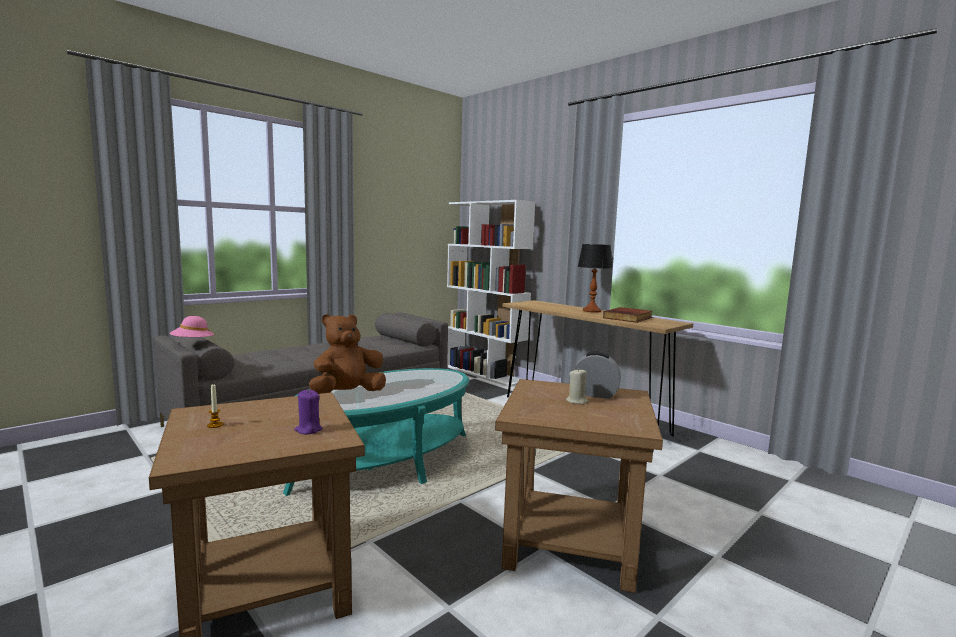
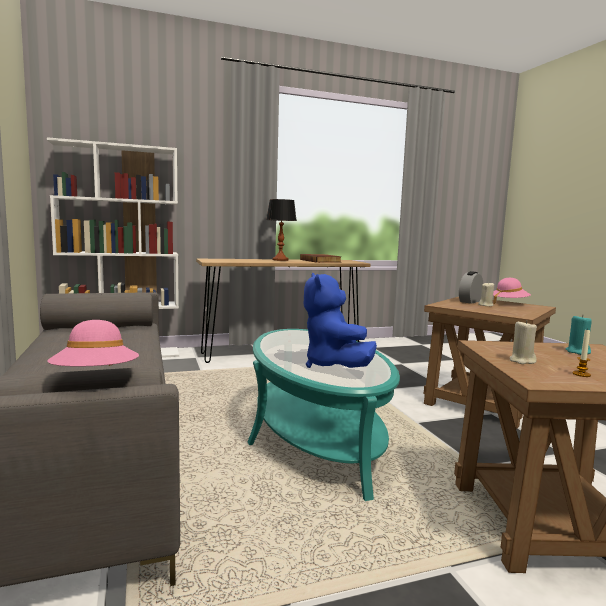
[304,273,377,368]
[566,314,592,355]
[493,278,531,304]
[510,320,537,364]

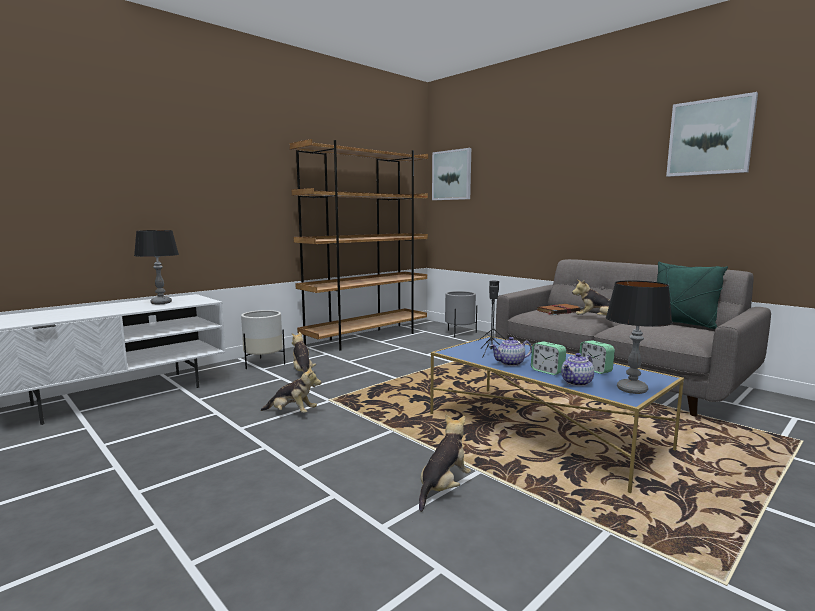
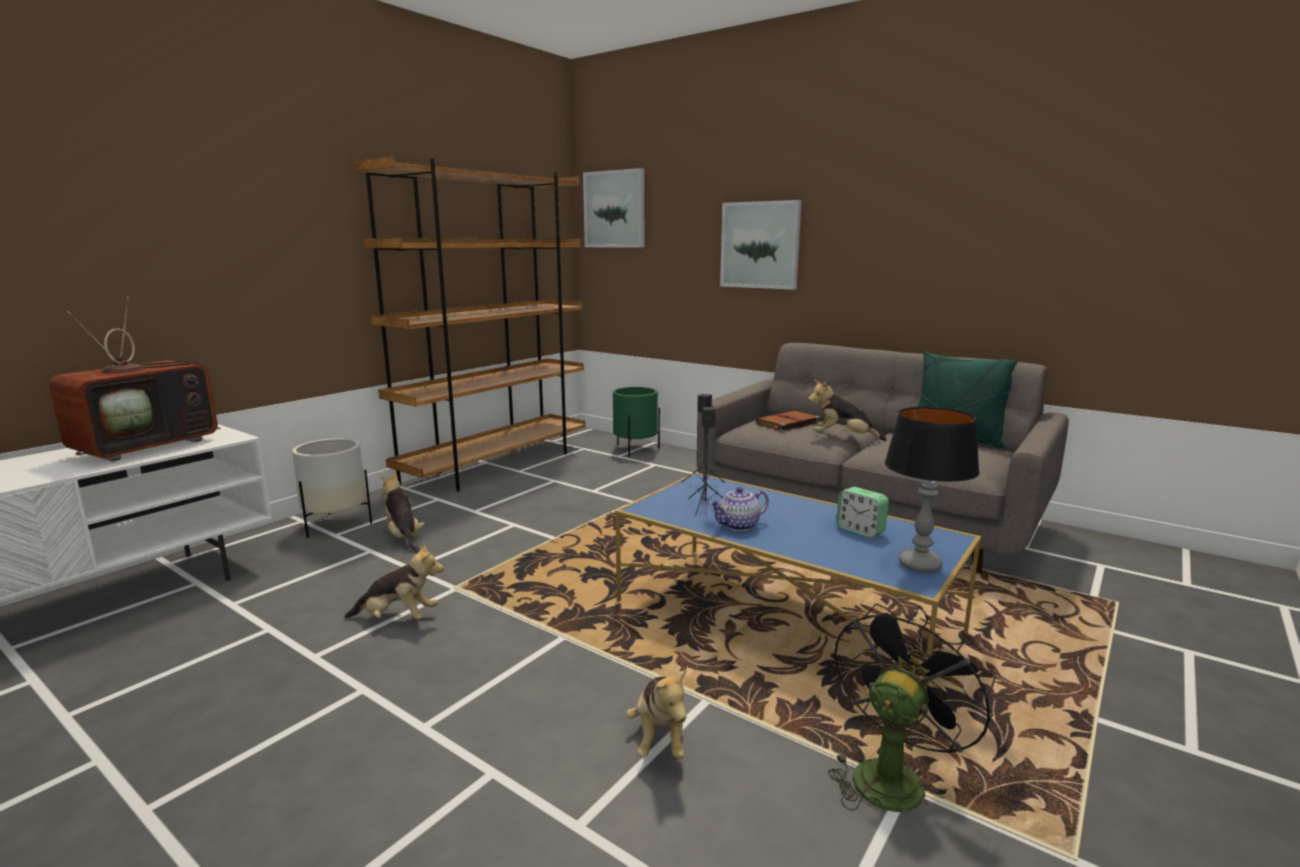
[720,200,802,290]
[49,296,221,461]
[613,387,660,457]
[531,341,566,375] (first image)
[561,353,594,386] (first image)
[626,670,687,759]
[828,603,995,812]

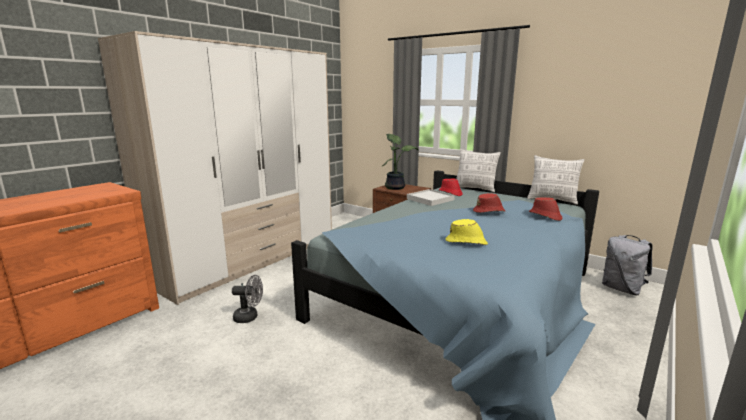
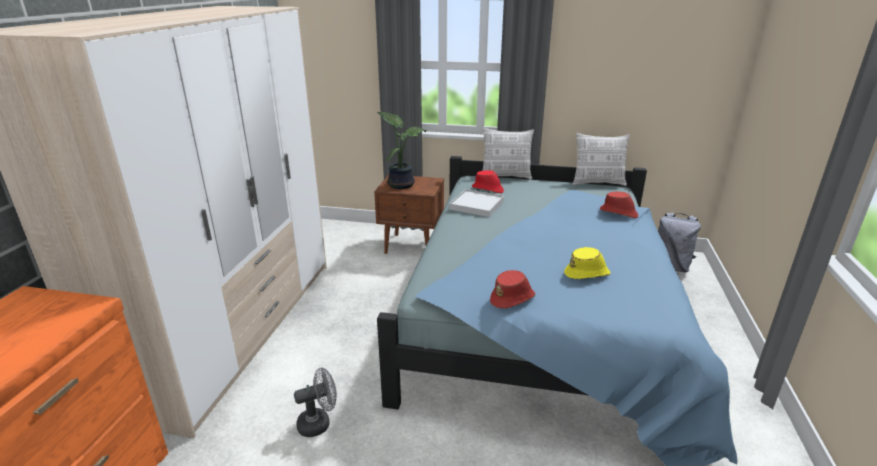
[490,270,535,308]

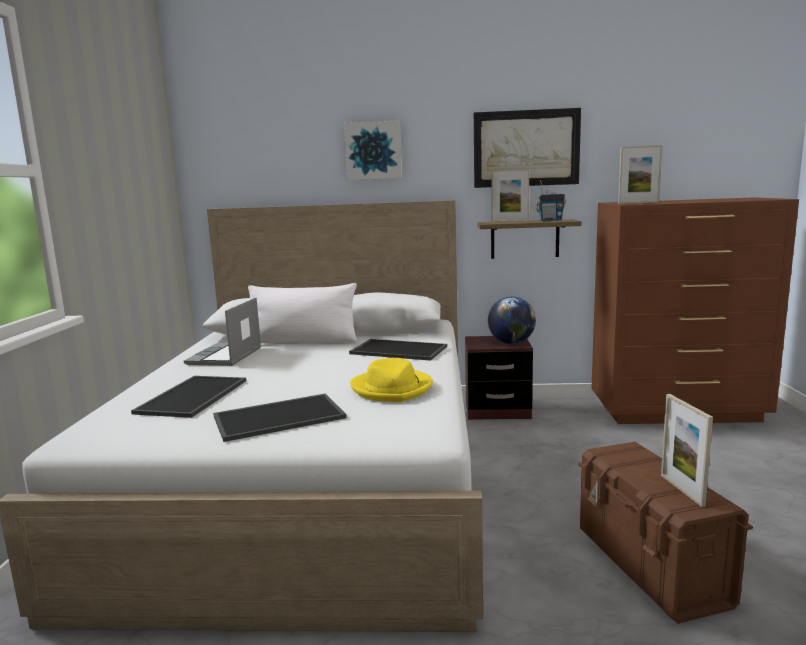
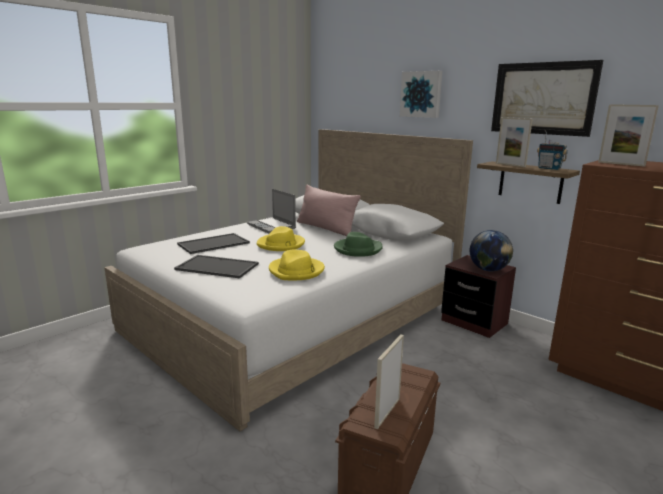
[297,185,361,237]
[247,189,296,234]
[334,232,383,257]
[257,226,305,251]

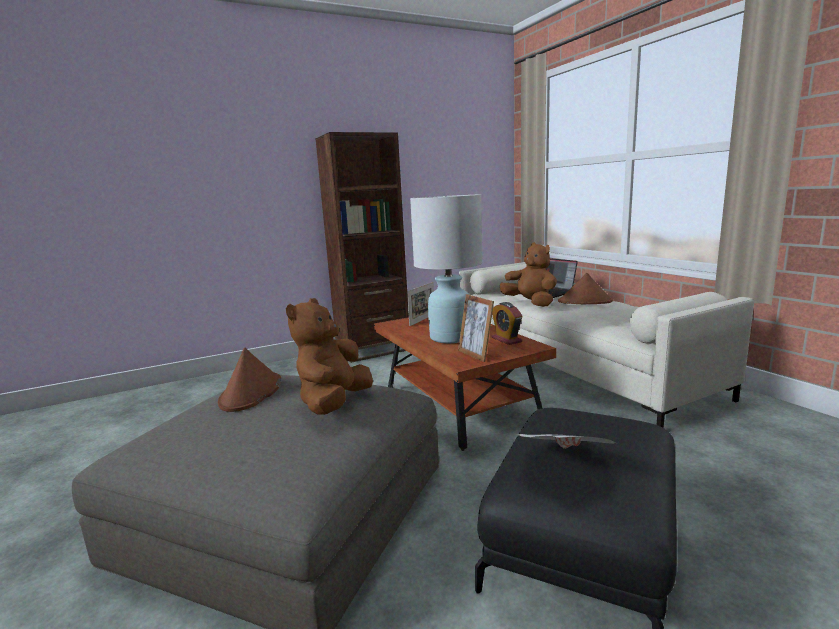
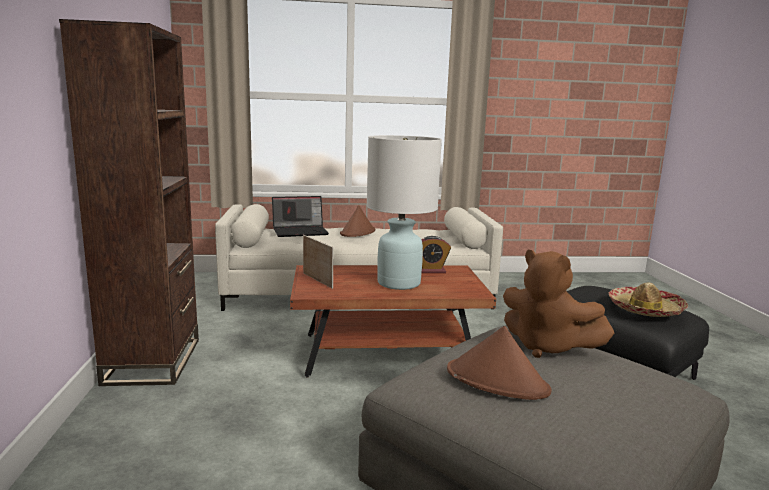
[500,242,557,307] (first image)
[458,294,494,362] (first image)
[609,282,688,317]

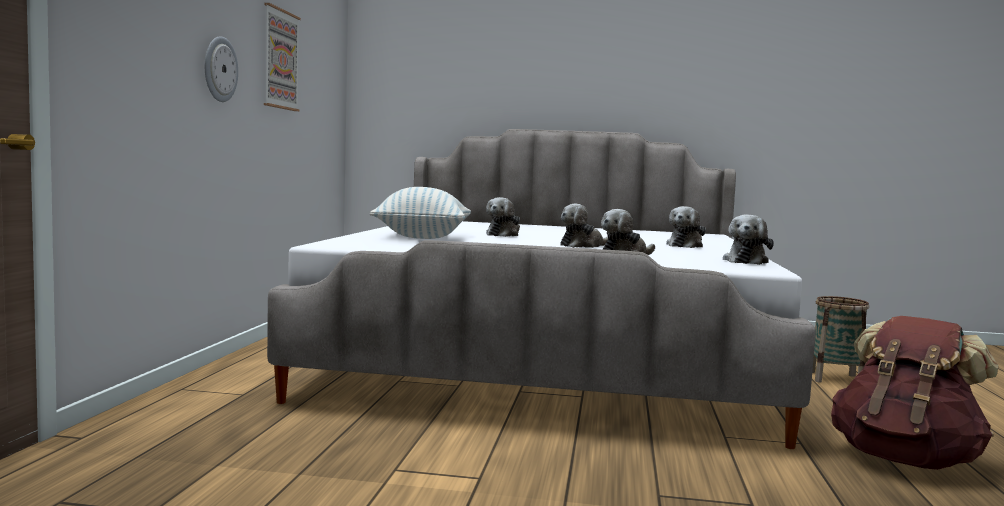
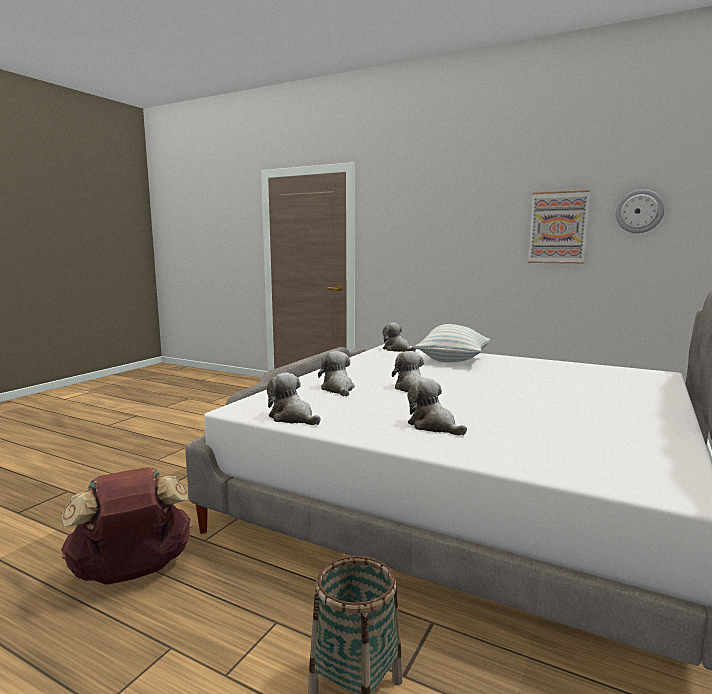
[616,189,664,233]
[382,323,416,352]

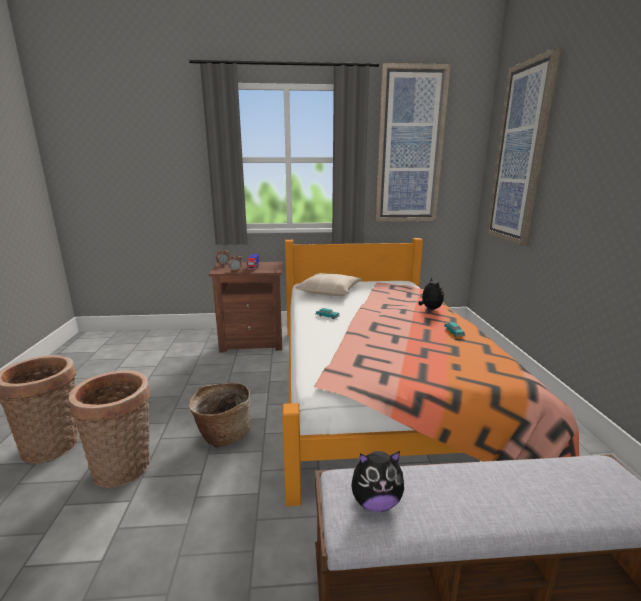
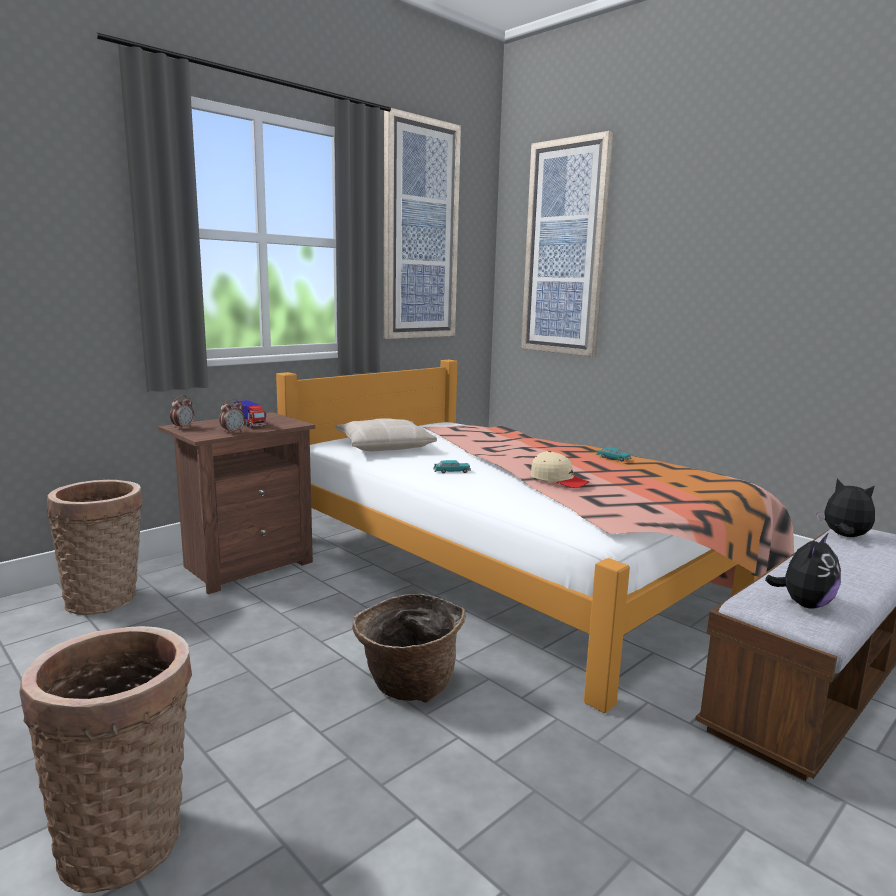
[817,479,875,537]
[47,480,143,615]
[531,451,589,488]

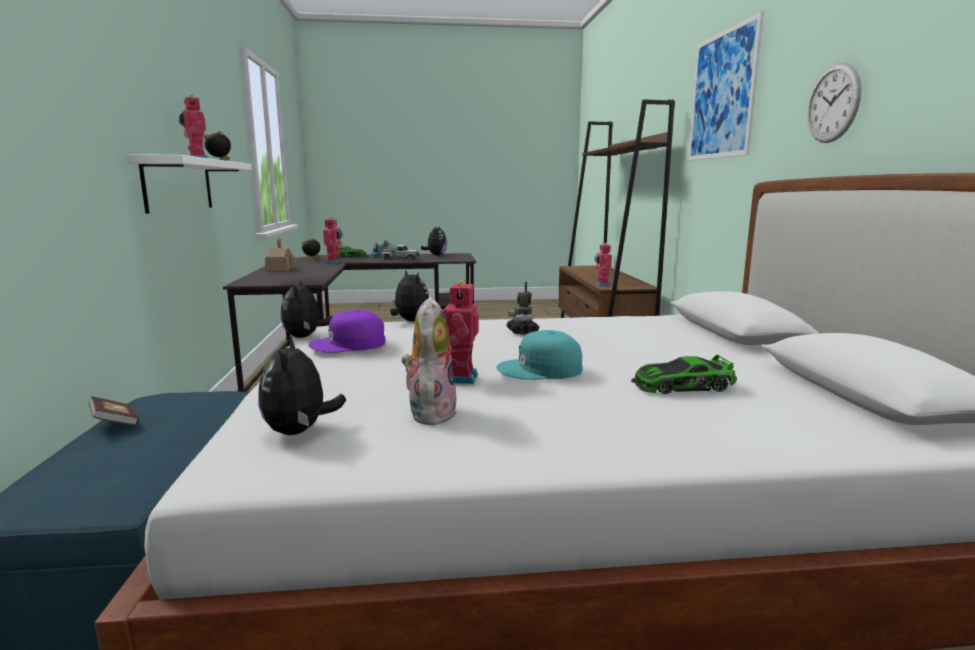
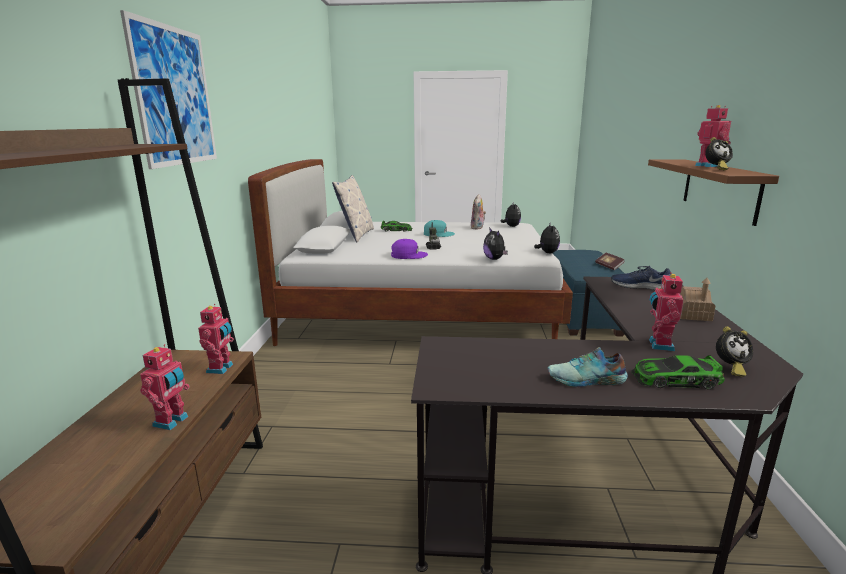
[807,63,862,143] (first image)
[648,159,779,226]
[421,225,447,255] (first image)
[379,245,419,260] (first image)
[140,344,190,430]
[391,239,428,259]
[332,175,374,242]
[611,266,671,290]

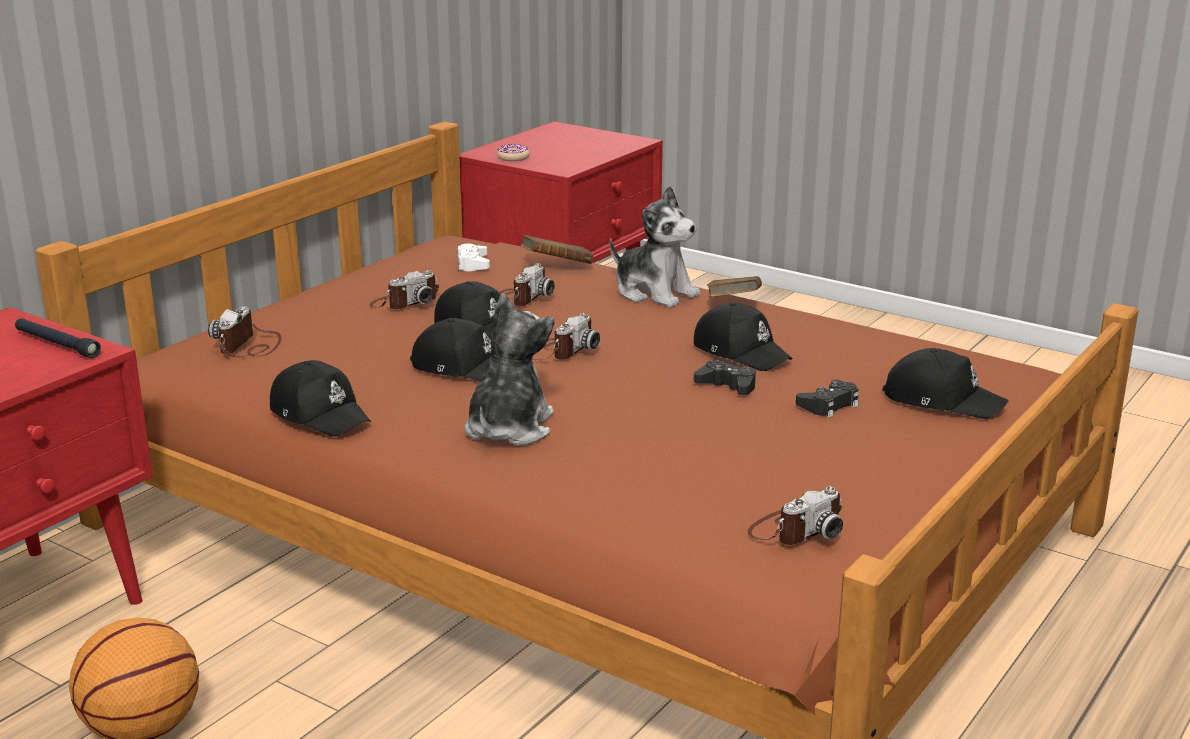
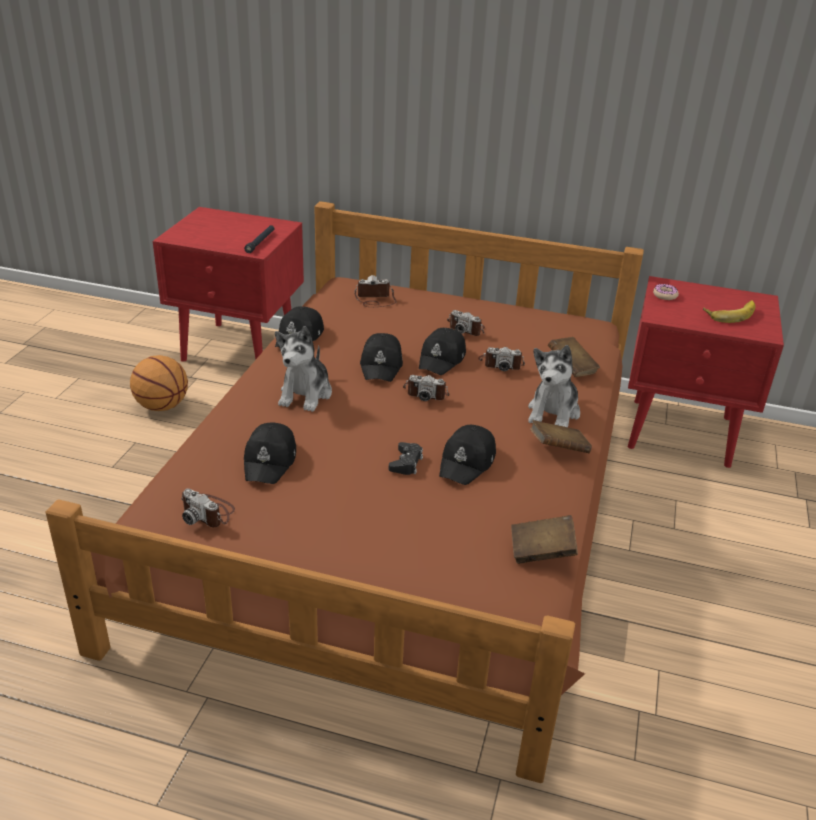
[457,244,490,271] (first image)
[275,326,332,412]
[244,423,296,484]
[796,380,859,418] (first image)
[703,300,755,323]
[511,515,578,564]

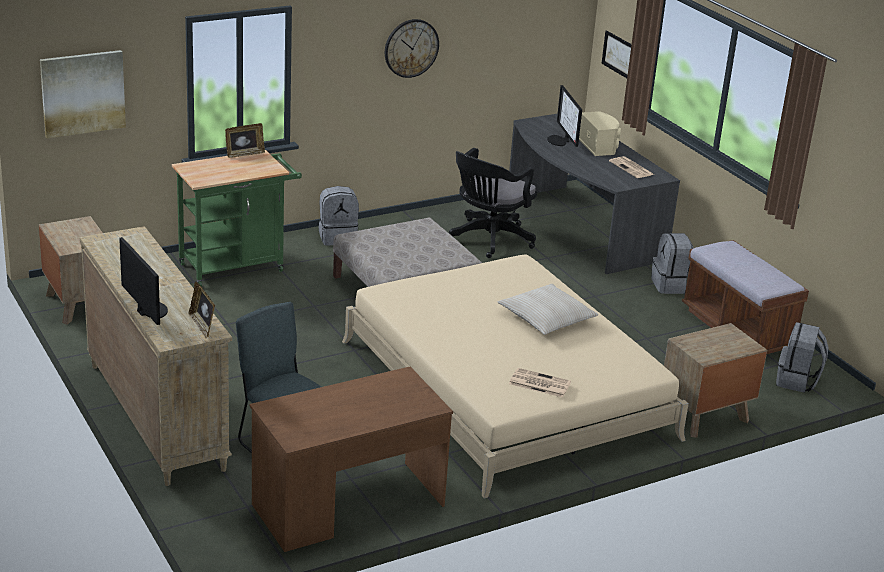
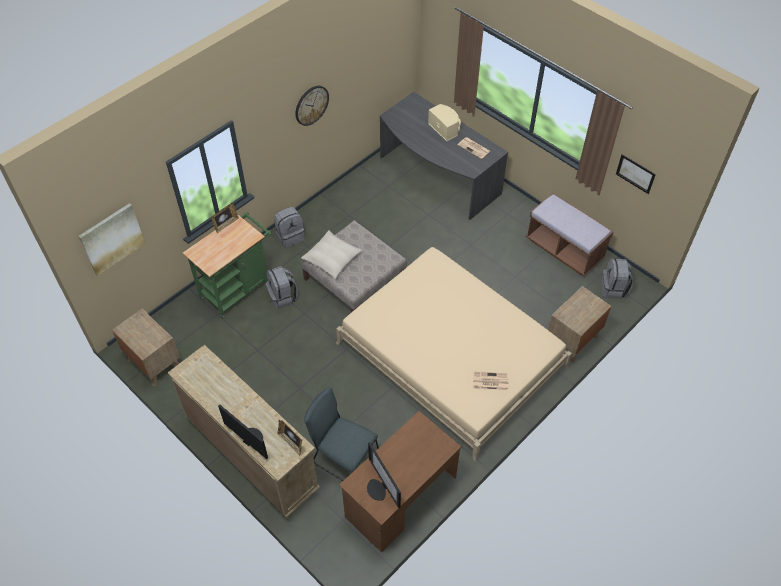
[616,154,656,194]
[367,442,401,508]
[449,148,537,258] (first image)
[265,266,297,309]
[301,230,362,279]

